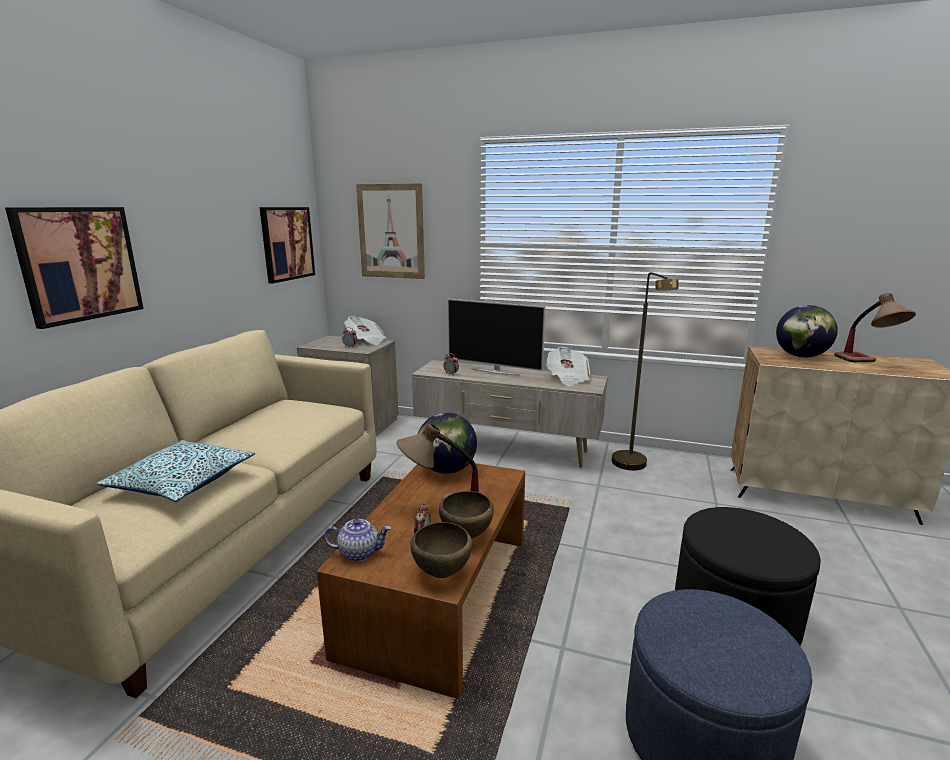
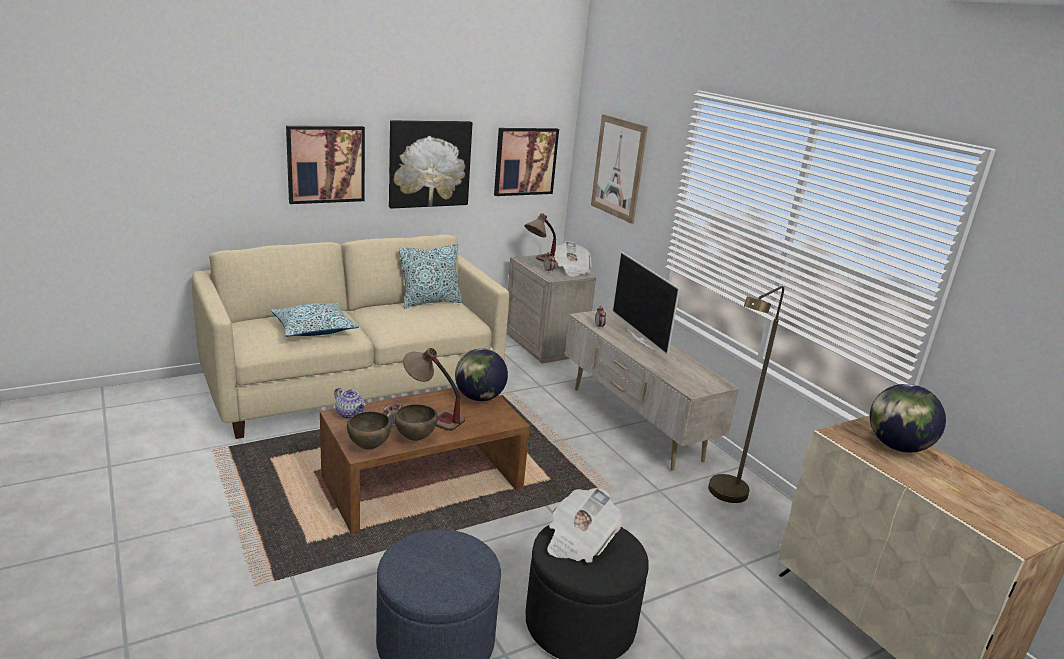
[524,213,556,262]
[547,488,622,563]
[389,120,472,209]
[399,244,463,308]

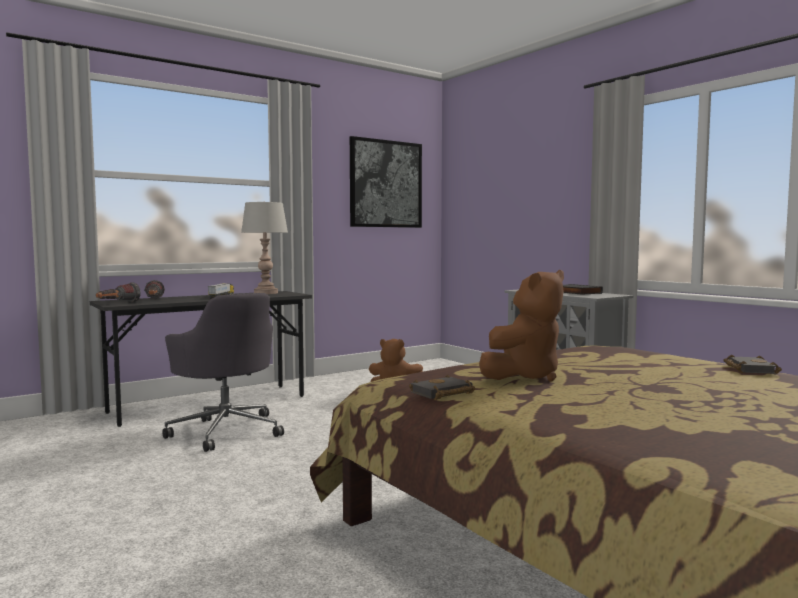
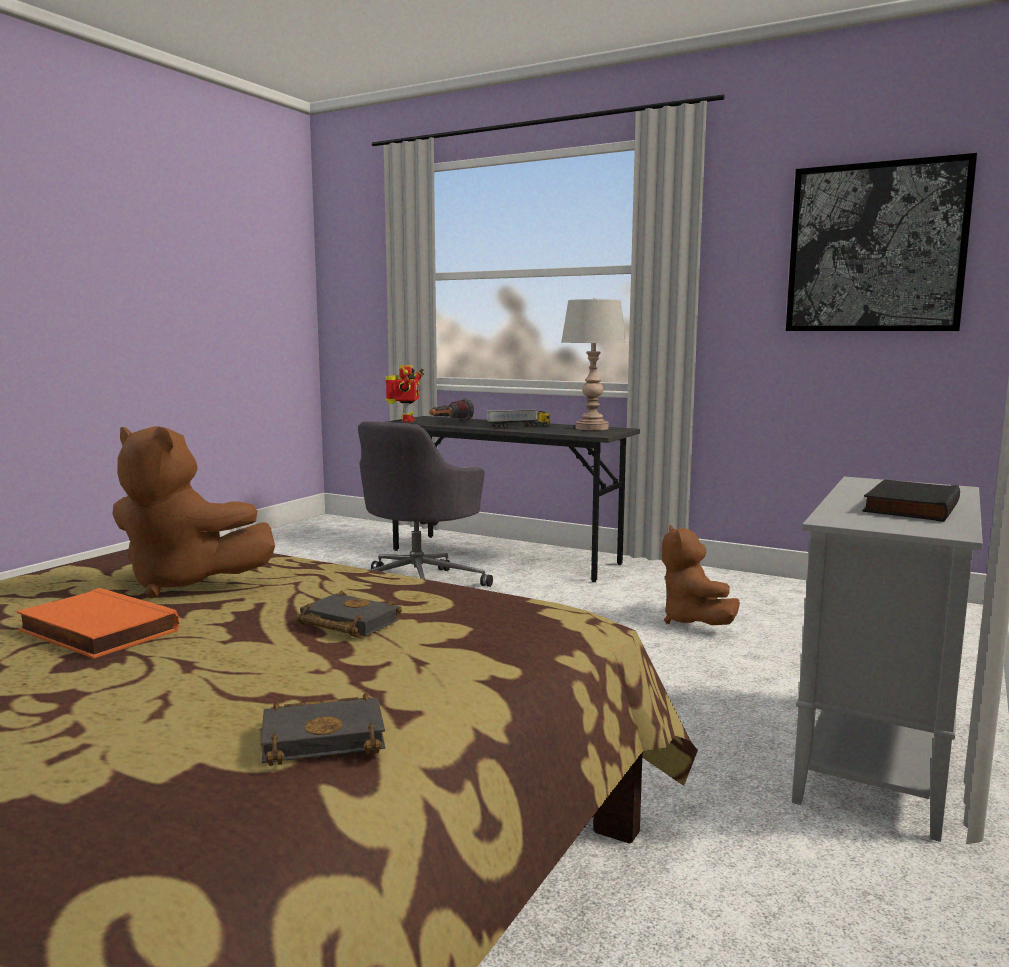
[385,365,424,422]
[296,591,402,638]
[16,588,179,659]

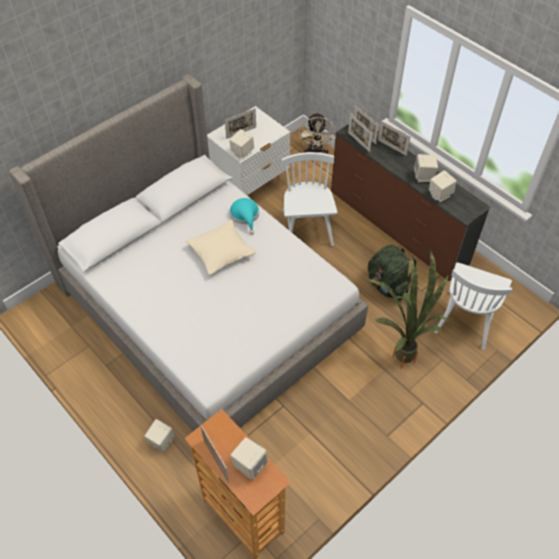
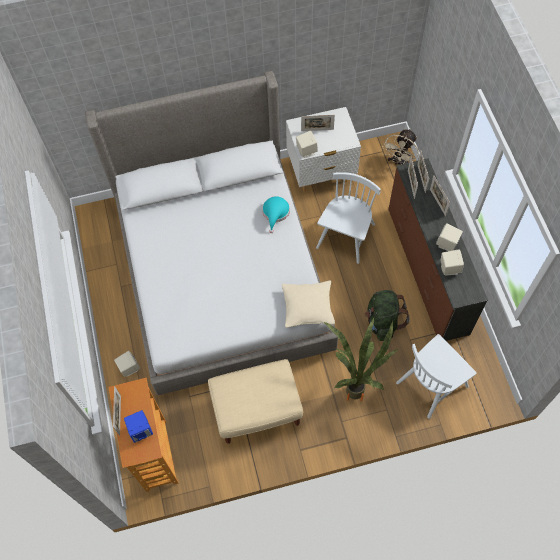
[282,281,335,328]
[124,410,153,443]
[208,359,303,444]

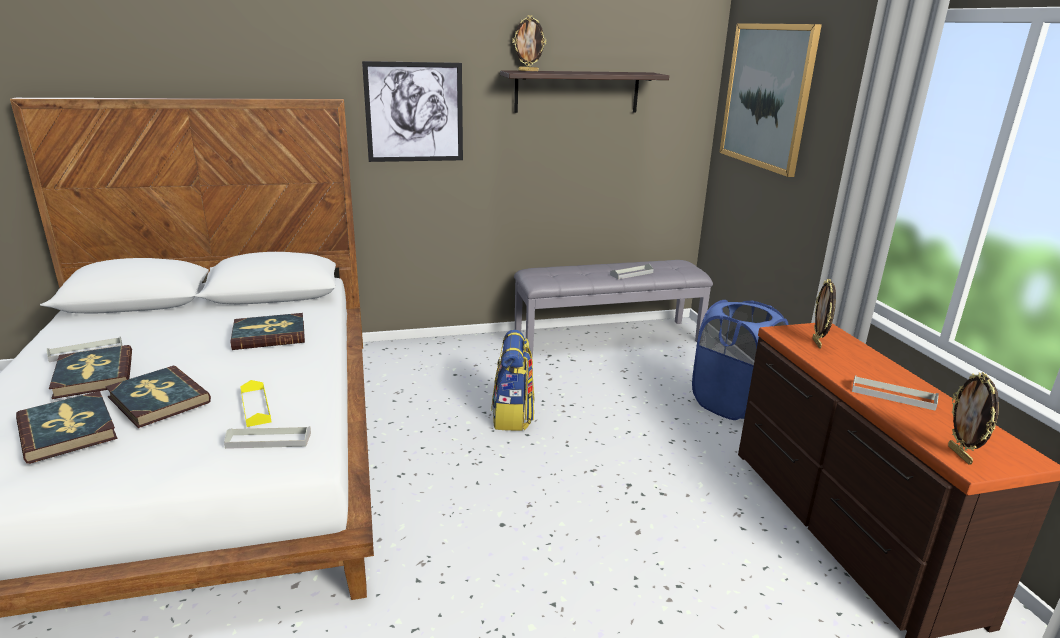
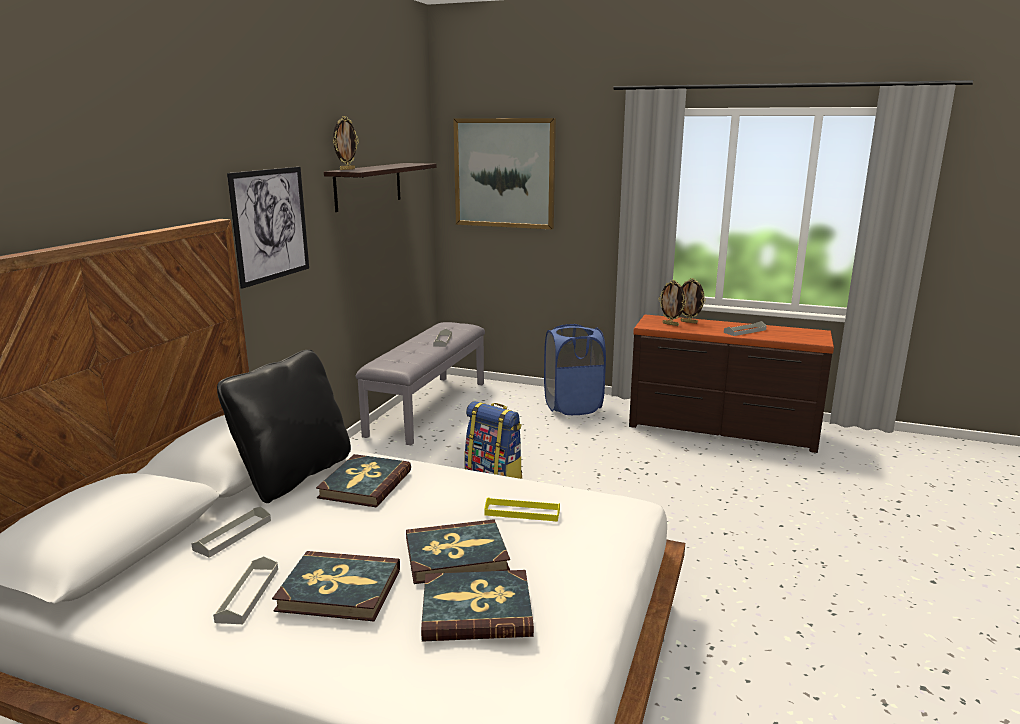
[680,278,706,324]
[191,506,271,558]
[217,350,351,503]

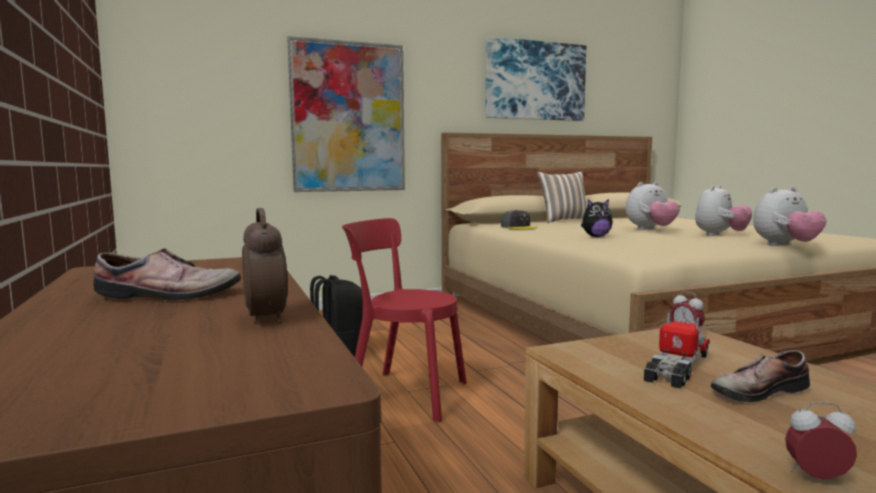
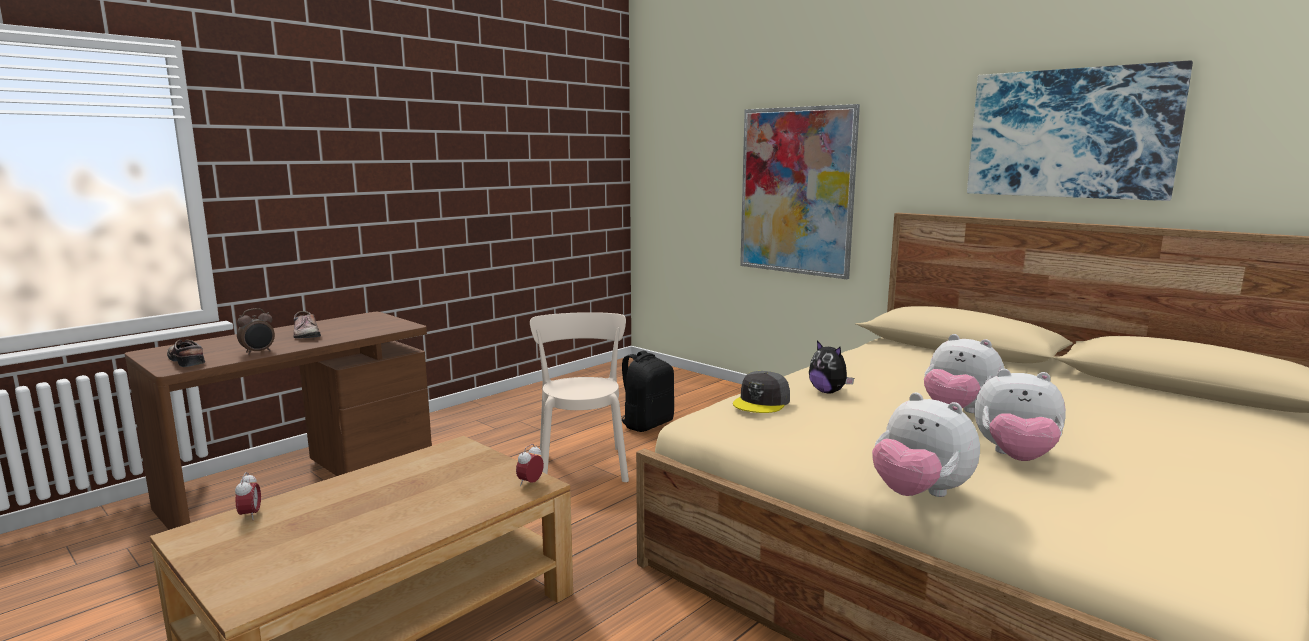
[537,171,587,223] (first image)
[733,371,790,413]
[530,312,629,482]
[644,313,710,389] (first image)
[167,340,205,367]

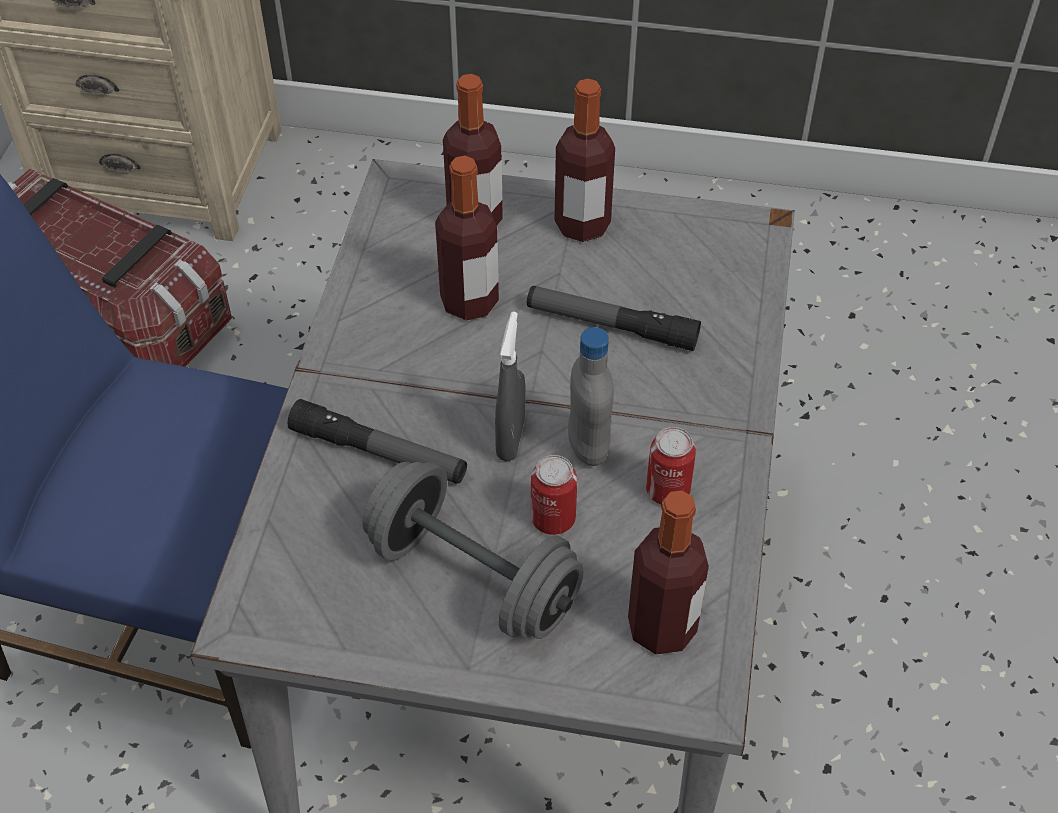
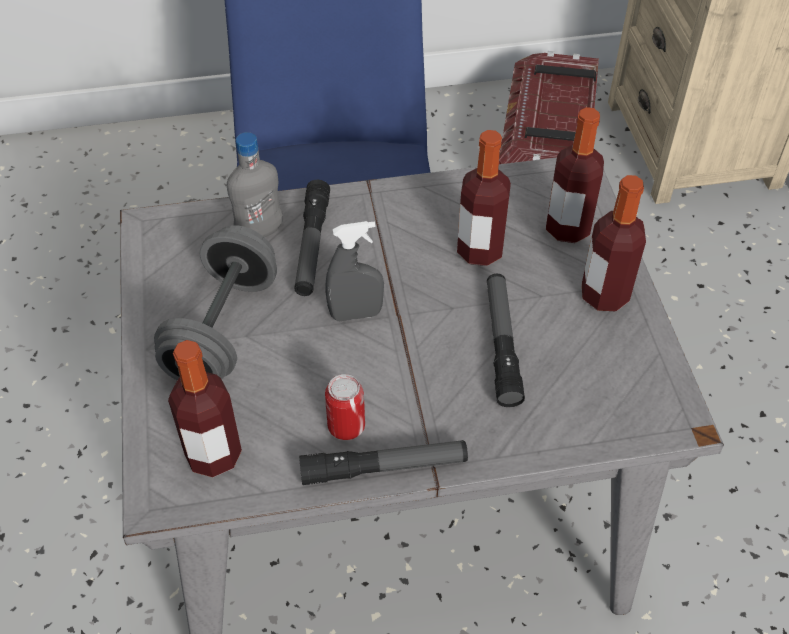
[227,132,283,237]
[531,455,577,535] (first image)
[299,440,468,485]

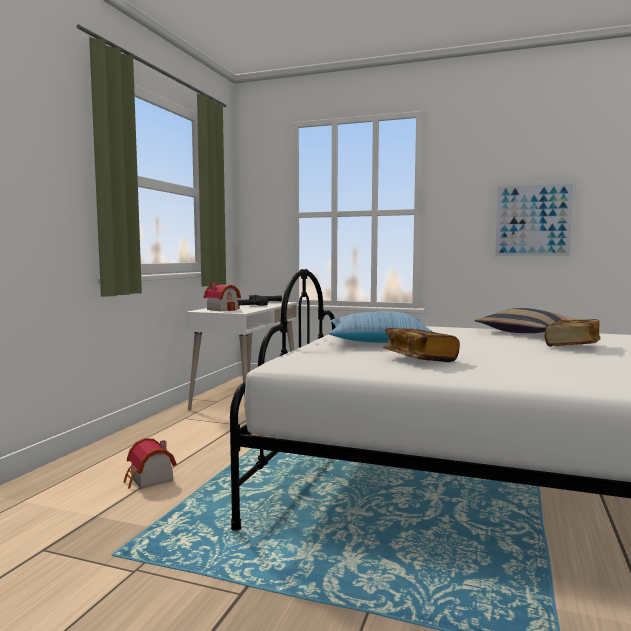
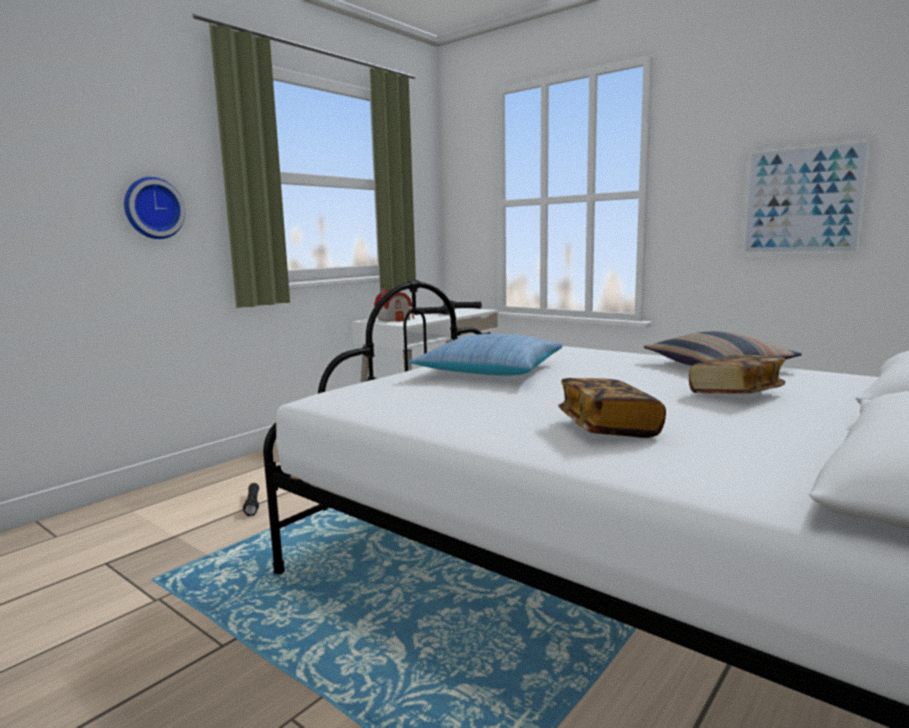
[558,378,666,438]
[243,483,259,516]
[124,177,185,239]

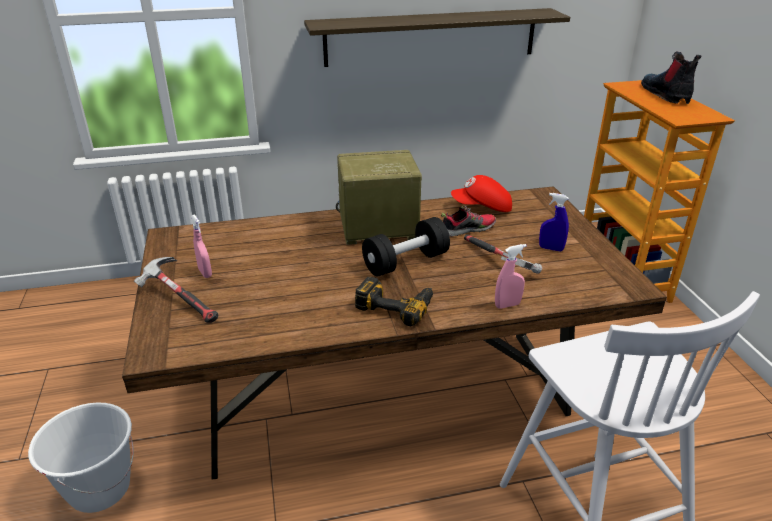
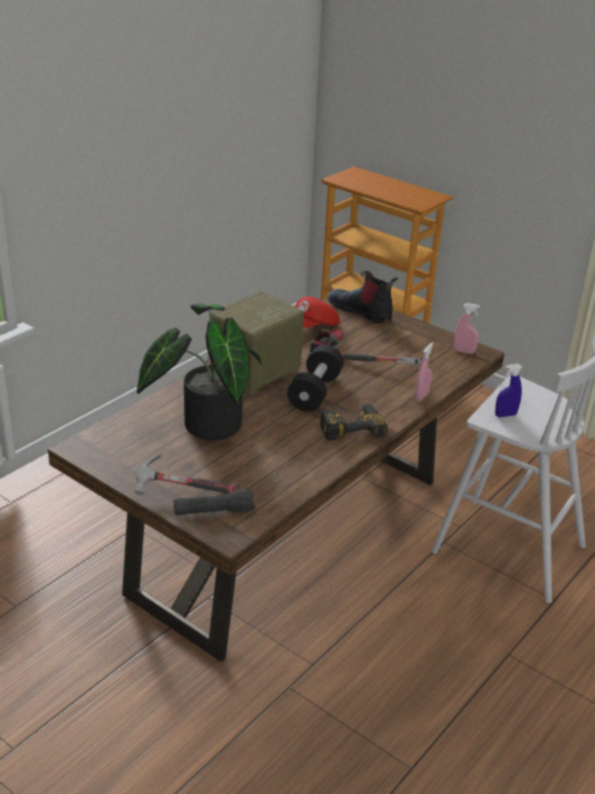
[304,8,570,67] (first image)
[328,271,398,324]
[495,364,523,417]
[454,303,481,354]
[28,402,134,513] (first image)
[137,303,262,440]
[173,490,255,515]

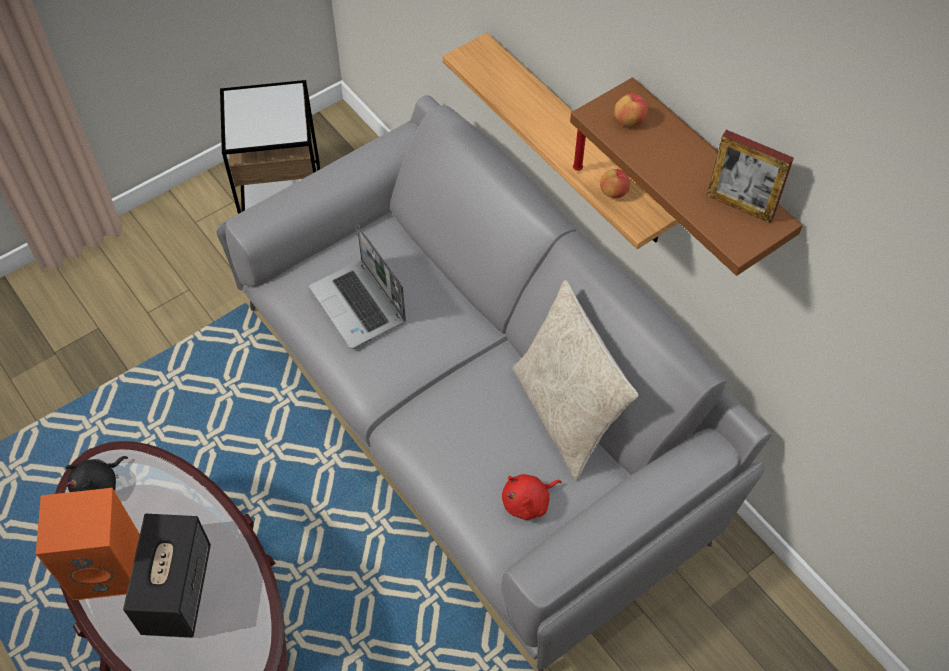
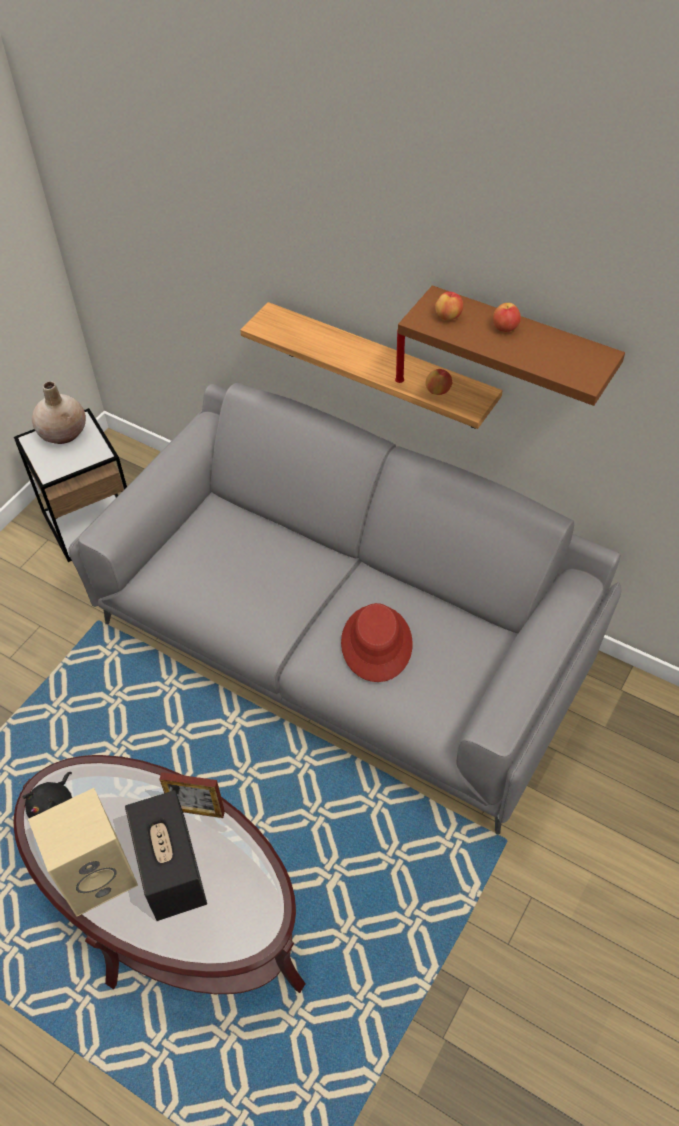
[159,772,225,818]
[309,224,406,349] (first image)
[513,280,638,481] (first image)
[502,474,562,520] (first image)
[28,788,138,917]
[493,303,521,332]
[32,382,86,444]
[341,603,413,682]

